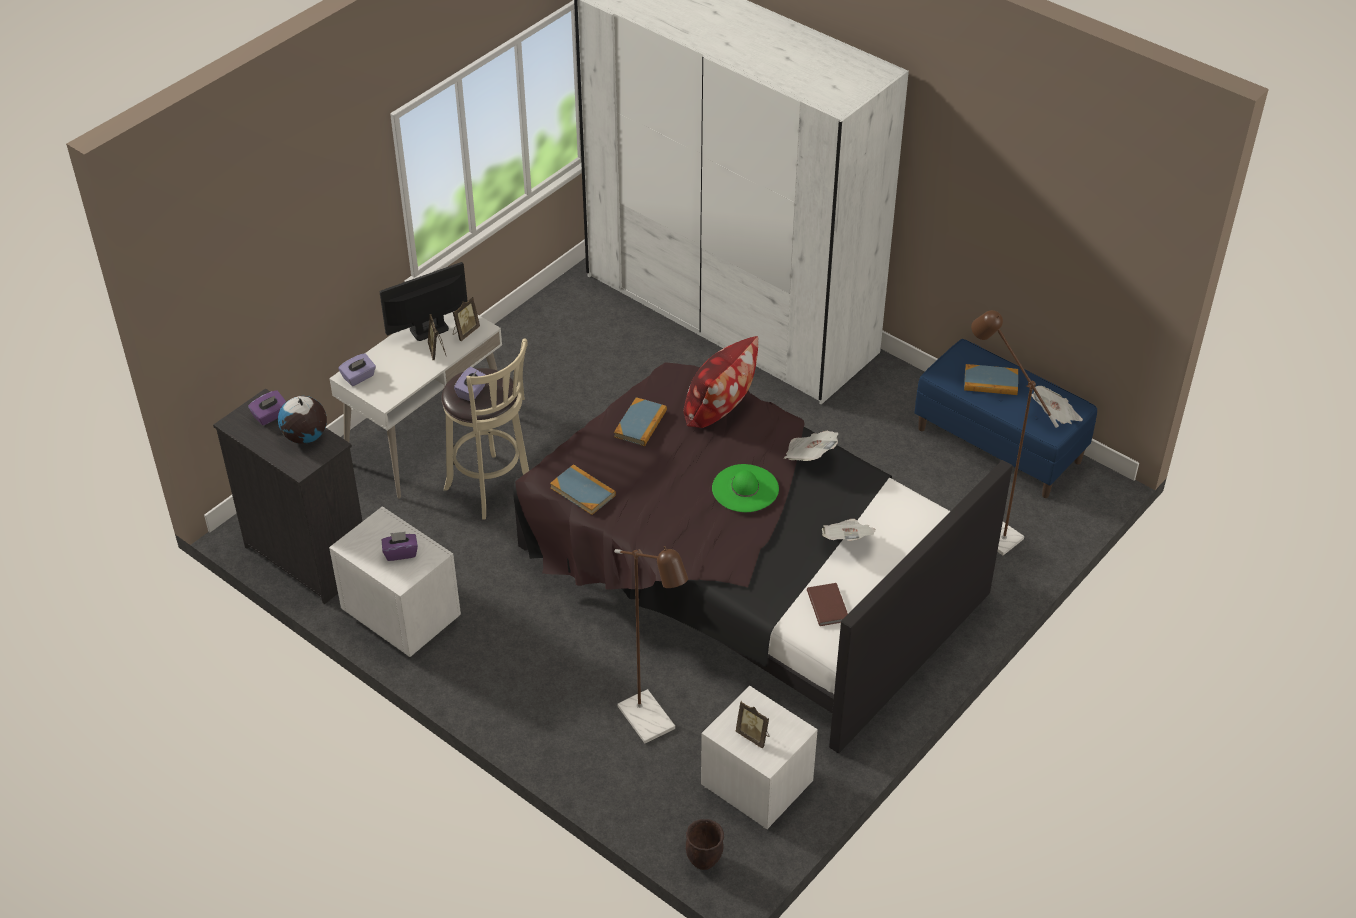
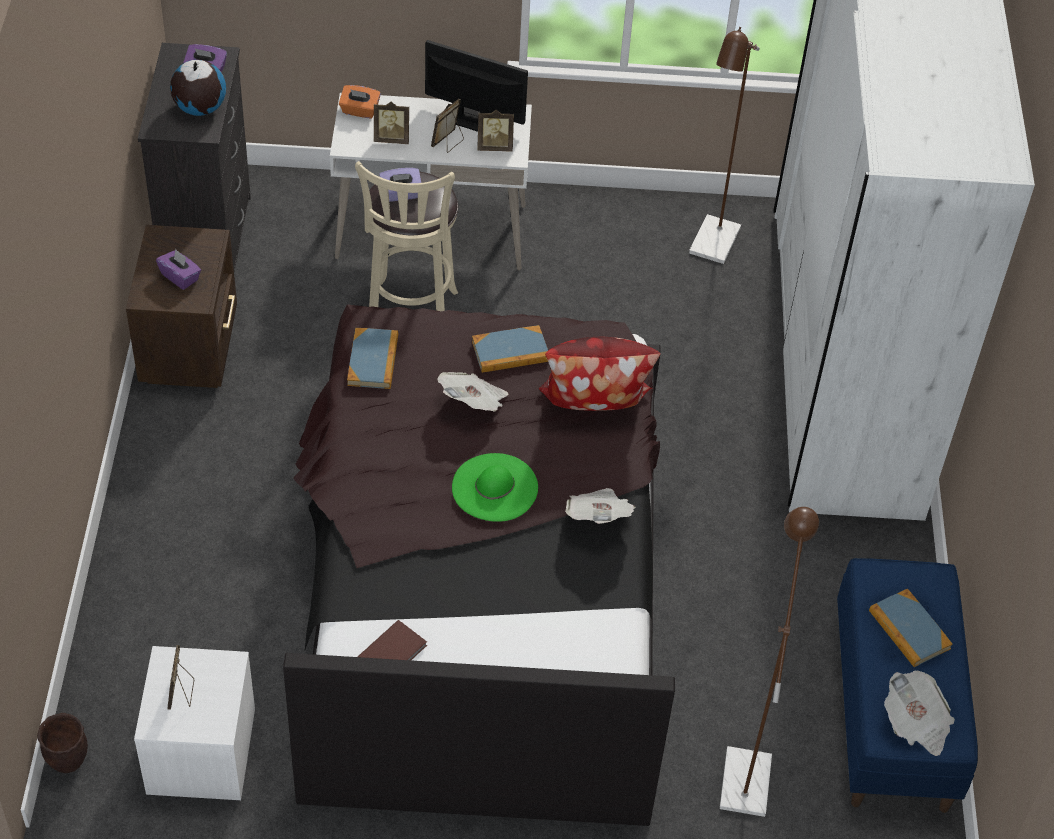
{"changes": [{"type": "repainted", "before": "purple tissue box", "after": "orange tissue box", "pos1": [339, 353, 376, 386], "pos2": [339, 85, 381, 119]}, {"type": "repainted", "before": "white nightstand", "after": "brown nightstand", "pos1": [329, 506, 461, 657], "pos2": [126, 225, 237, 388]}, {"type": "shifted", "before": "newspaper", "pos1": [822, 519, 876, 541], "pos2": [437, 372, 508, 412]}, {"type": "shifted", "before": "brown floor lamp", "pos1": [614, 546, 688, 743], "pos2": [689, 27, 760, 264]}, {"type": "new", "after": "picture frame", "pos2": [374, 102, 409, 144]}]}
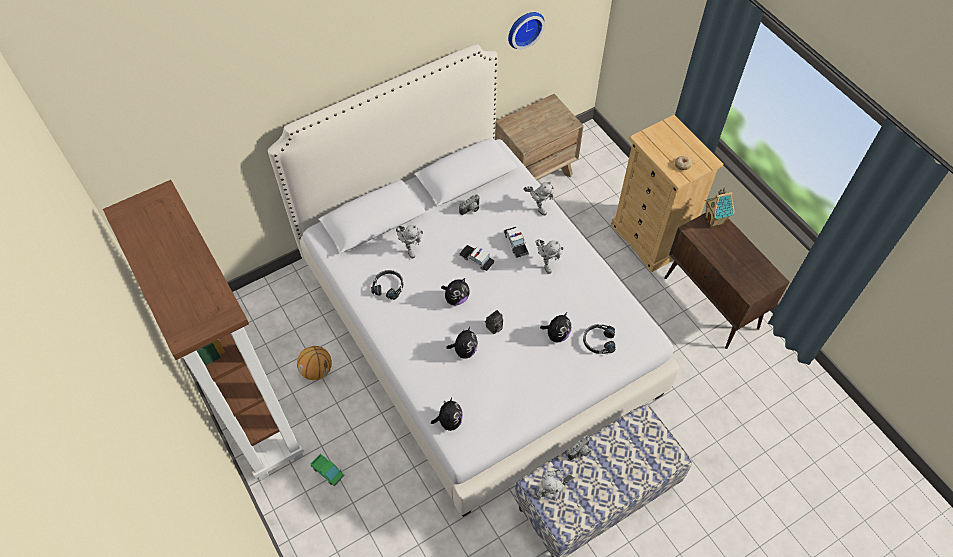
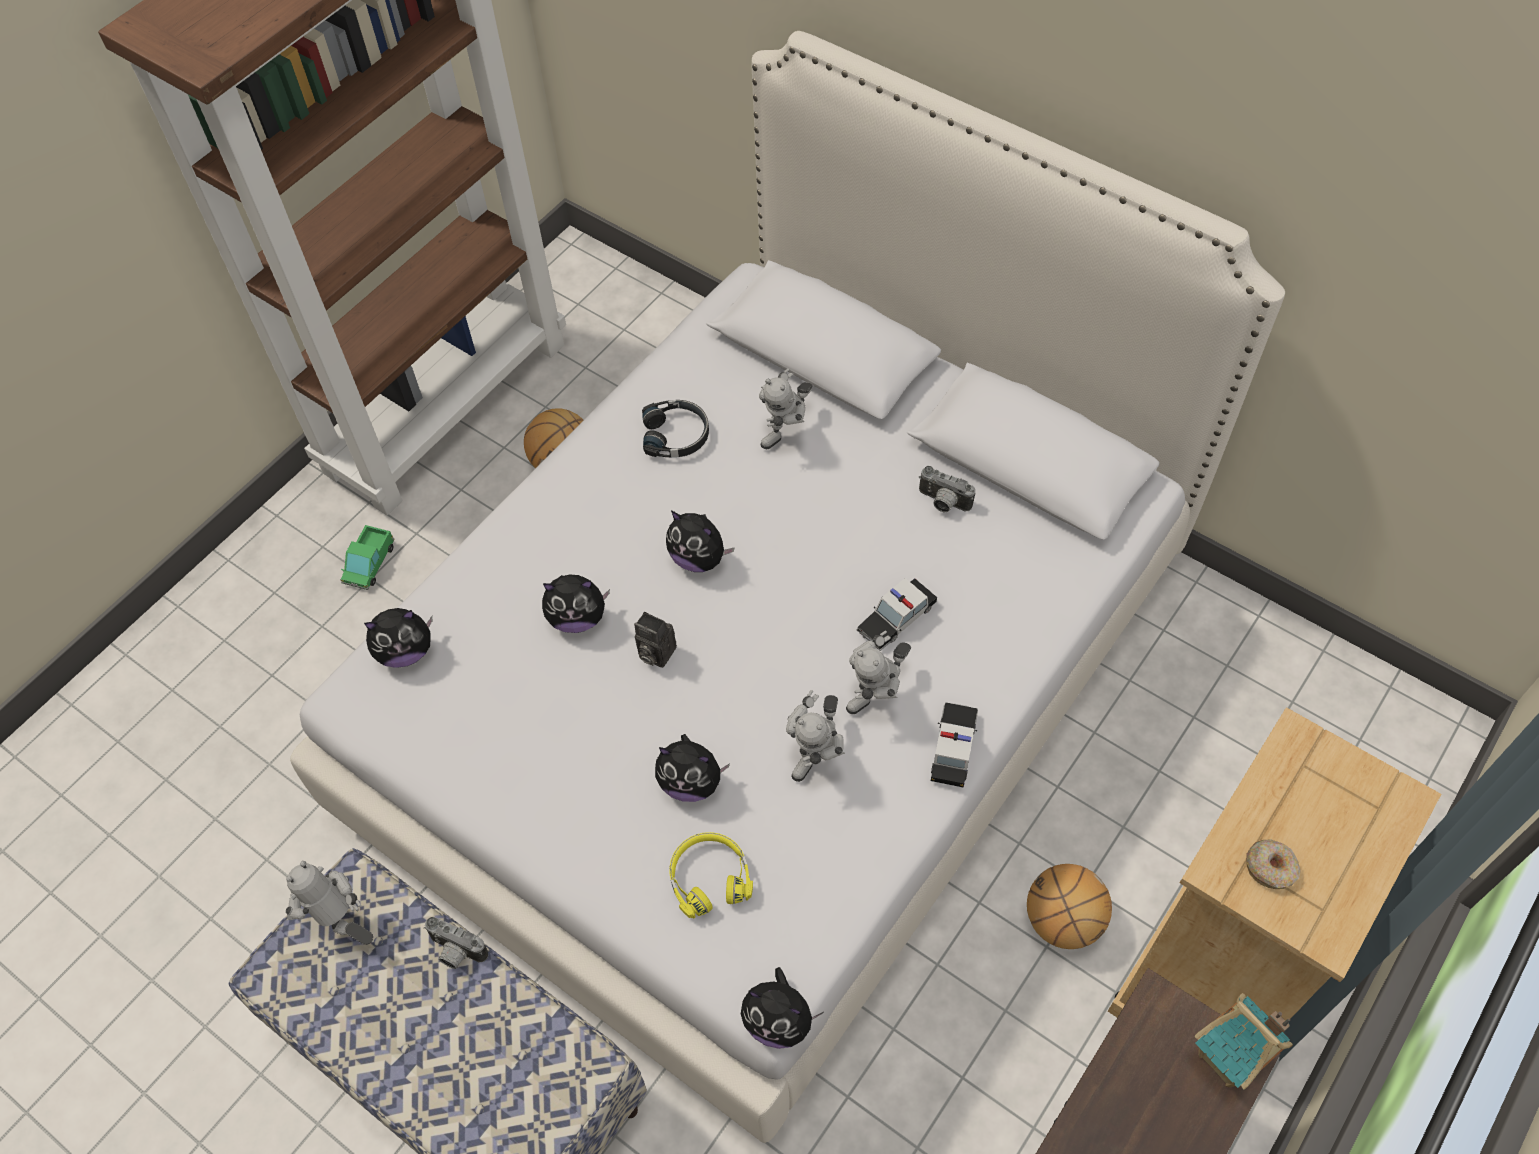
{"changes": [{"type": "gone", "before": "wall clock", "pos1": [508, 12, 545, 49]}, {"type": "gone", "before": "brown nightstand", "pos1": [495, 94, 584, 180]}, {"type": "shifted", "before": "toy robot", "pos1": [523, 182, 554, 216], "pos2": [786, 690, 845, 782]}, {"type": "shifted", "before": "toy car", "pos1": [459, 245, 494, 271], "pos2": [931, 702, 978, 788]}, {"type": "repainted", "before": "black headphones", "after": "yellow headphones", "pos1": [583, 324, 616, 354], "pos2": [670, 832, 753, 918]}, {"type": "new", "after": "basketball", "pos2": [1027, 864, 1112, 949]}, {"type": "new", "after": "plush toy", "pos2": [741, 967, 823, 1049]}]}
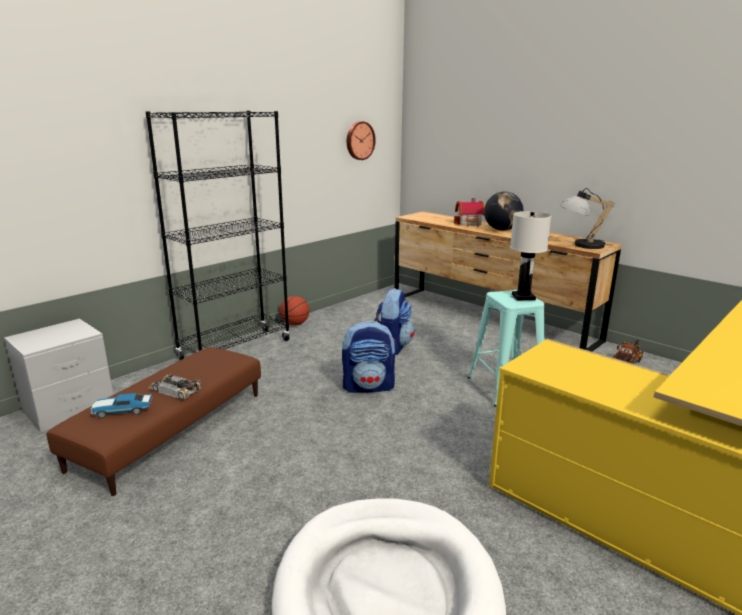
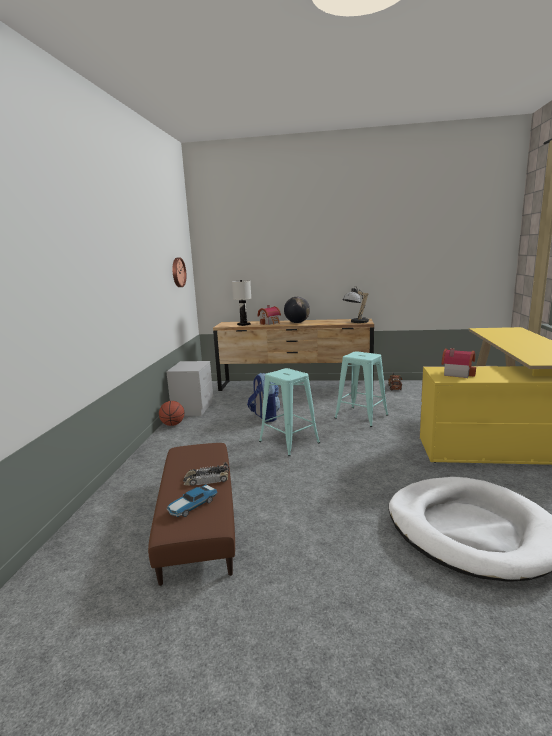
{"changes": [{"type": "gone", "before": "black bookcase", "pos1": [145, 111, 290, 360]}, {"type": "shifted", "before": "white table lamp", "pos1": [510, 211, 552, 300], "pos2": [232, 280, 251, 326]}, {"type": "shifted", "before": "grey nightstand", "pos1": [4, 319, 113, 432], "pos2": [166, 361, 213, 416]}, {"type": "swapped", "before": "backpack", "after": "turquoise stool", "pos1": [342, 321, 396, 393], "pos2": [259, 368, 320, 456]}, {"type": "new", "after": "toy house", "pos2": [441, 348, 476, 378]}]}
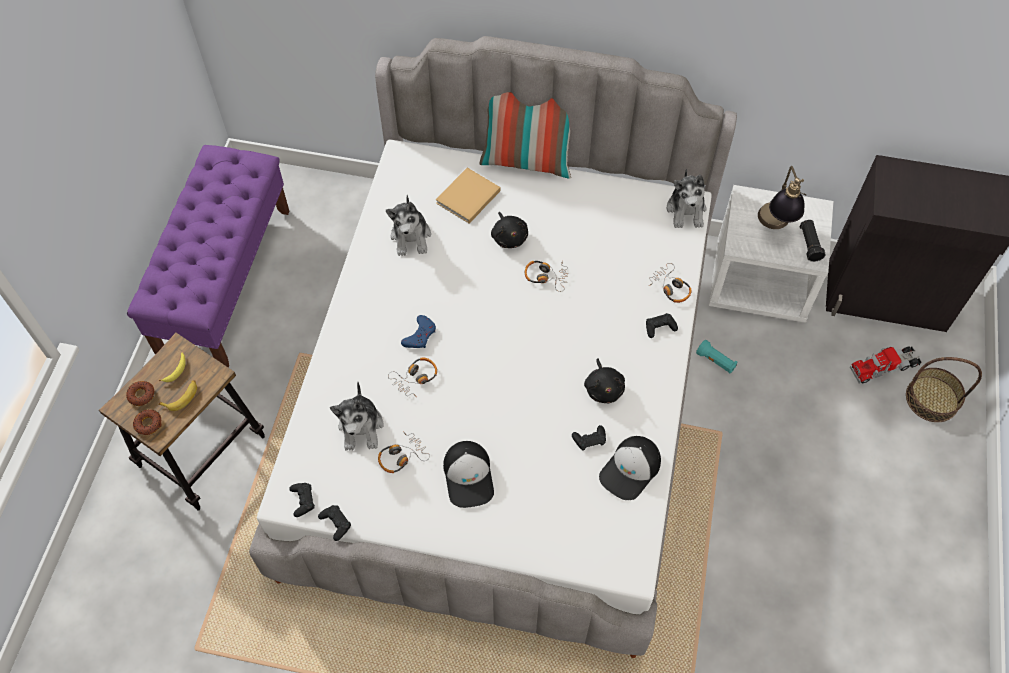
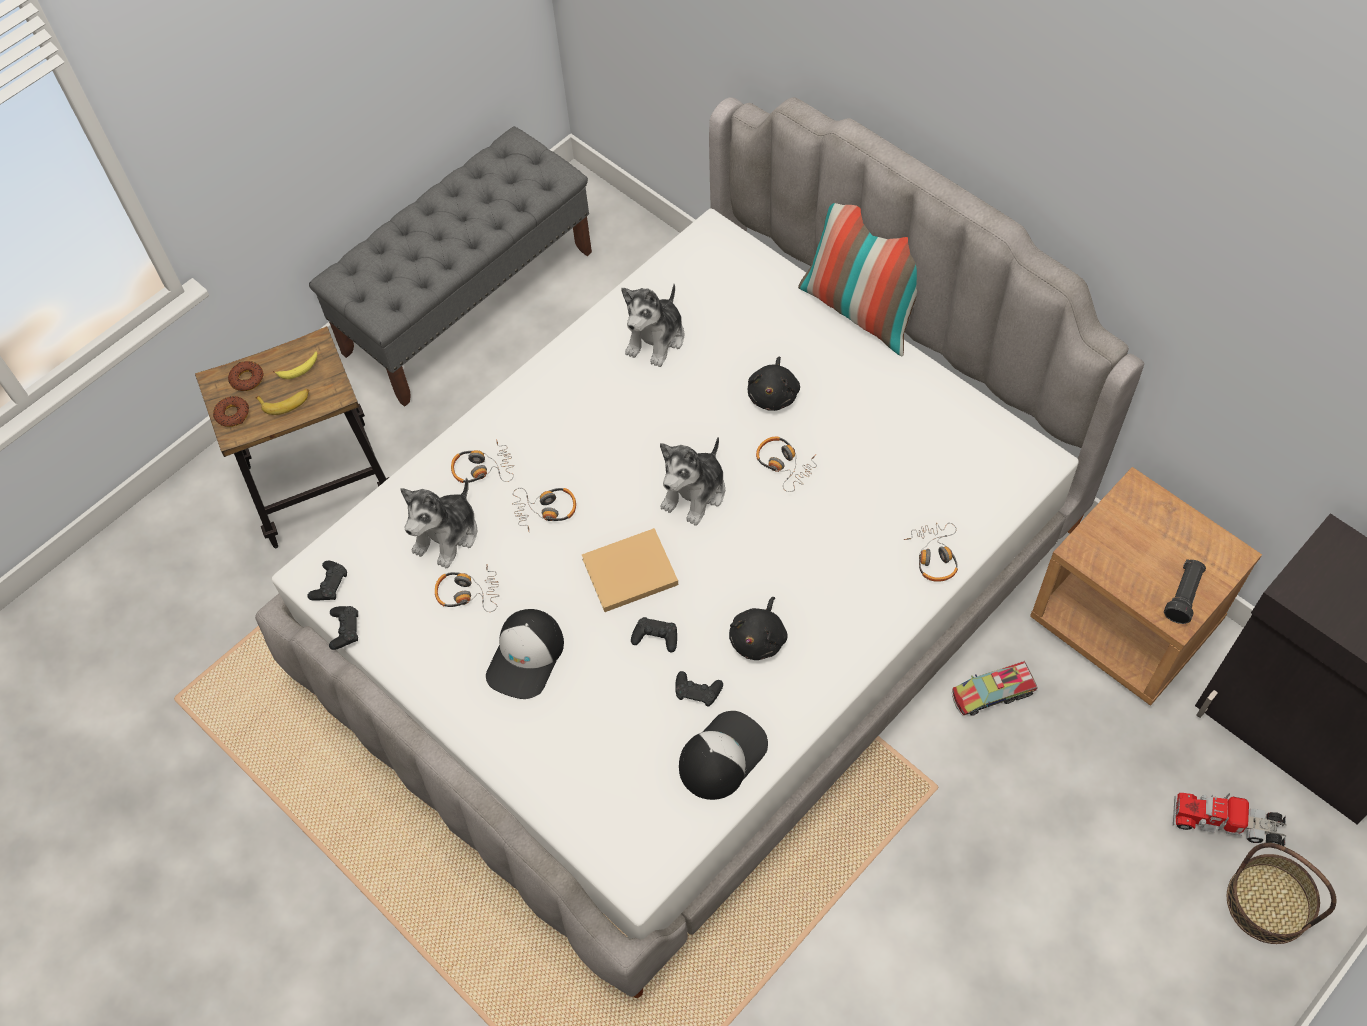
{"changes": [{"type": "repainted", "before": "purple bench", "after": "grey bench", "pos1": [127, 145, 289, 368], "pos2": [309, 126, 592, 407]}, {"type": "gone", "before": "table lamp", "pos1": [758, 166, 806, 229]}, {"type": "shifted", "before": "beige book", "pos1": [436, 168, 500, 224], "pos2": [582, 528, 678, 612]}, {"type": "shifted", "before": "plush toy", "pos1": [667, 169, 707, 228], "pos2": [660, 437, 725, 525]}, {"type": "repainted", "before": "white nightstand", "after": "brown nightstand", "pos1": [709, 185, 833, 323], "pos2": [1030, 467, 1262, 706]}, {"type": "shifted", "before": "black game controller", "pos1": [646, 313, 678, 338], "pos2": [631, 617, 677, 653]}, {"type": "gone", "before": "blue game controller", "pos1": [401, 315, 436, 348]}, {"type": "swapped", "before": "turquoise flashlight", "after": "toy truck", "pos1": [696, 340, 737, 373], "pos2": [951, 661, 1038, 716]}, {"type": "rotated", "before": "cap", "pos1": [599, 436, 661, 500], "pos2": [679, 711, 768, 800], "turn": 150}, {"type": "new", "after": "headphones", "pos2": [451, 439, 514, 483]}]}
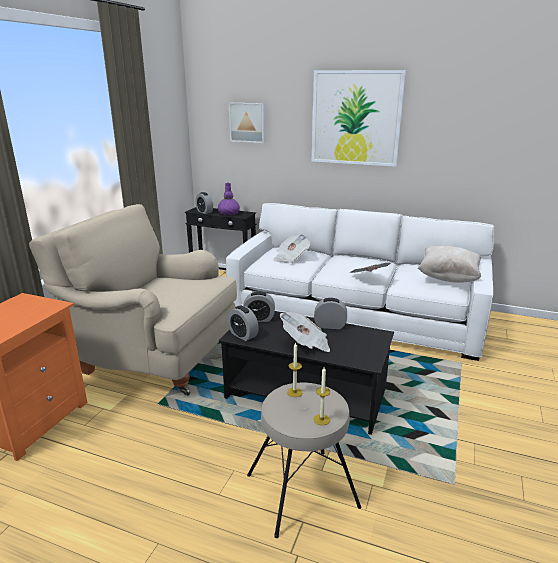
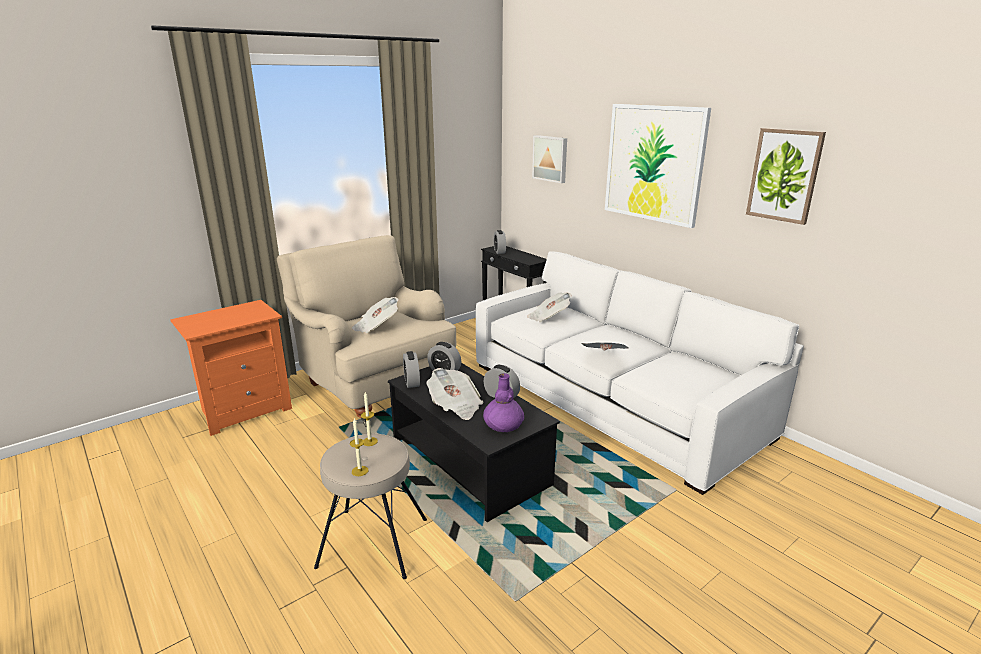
{"changes": [{"type": "shifted", "before": "purple vase", "pos1": [218, 183, 240, 215], "pos2": [483, 373, 524, 433]}, {"type": "gone", "before": "beige pillow", "pos1": [417, 246, 481, 283]}, {"type": "new", "after": "picture", "pos2": [746, 128, 826, 225]}, {"type": "new", "after": "newspaper", "pos2": [352, 297, 399, 333]}]}
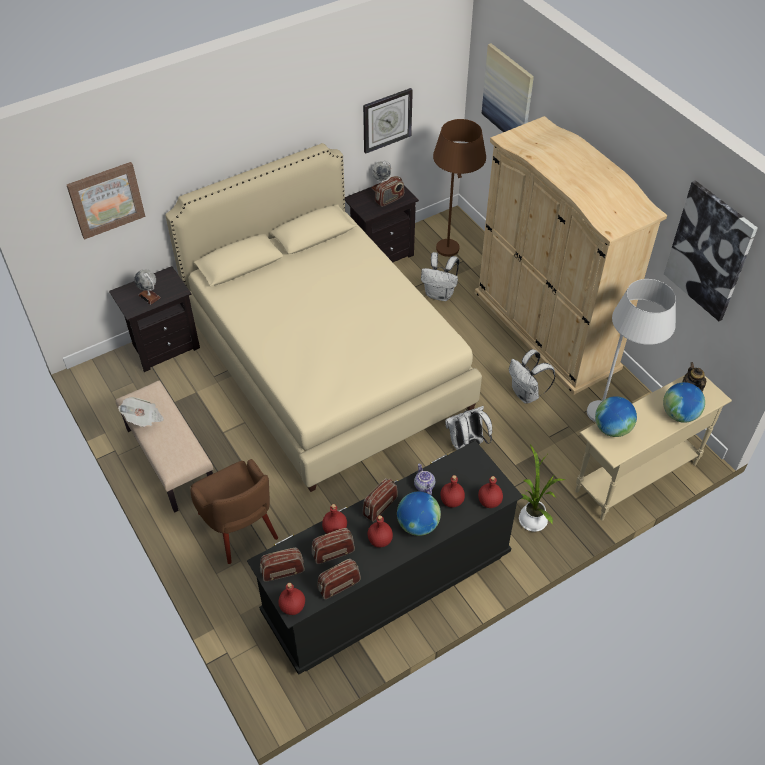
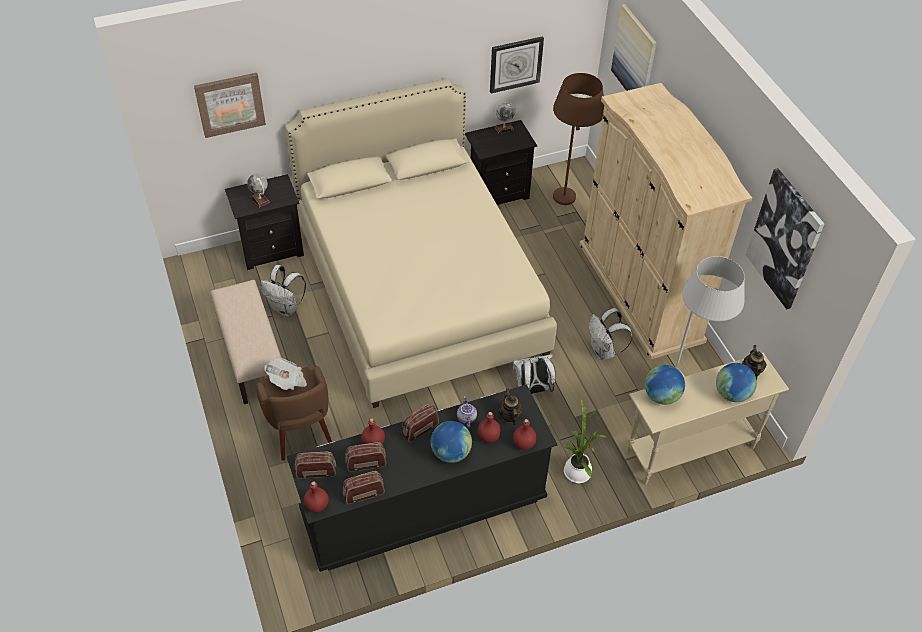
{"changes": [{"type": "gone", "before": "radio", "pos1": [375, 176, 404, 207]}, {"type": "shifted", "before": "white backpack", "pos1": [421, 252, 460, 301], "pos2": [260, 265, 306, 316]}, {"type": "shifted", "before": "newspaper", "pos1": [118, 397, 164, 427], "pos2": [264, 357, 307, 390]}, {"type": "gone", "before": "red bottle", "pos1": [368, 515, 393, 548]}, {"type": "new", "after": "teapot", "pos2": [498, 389, 523, 425]}]}
